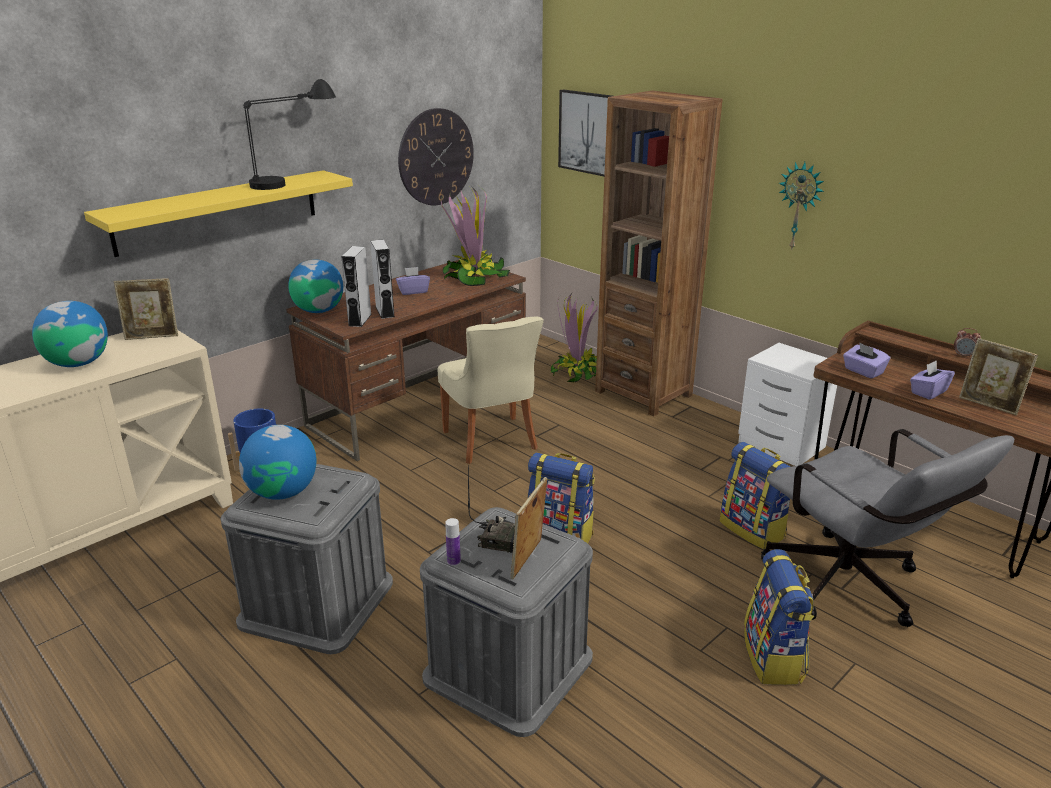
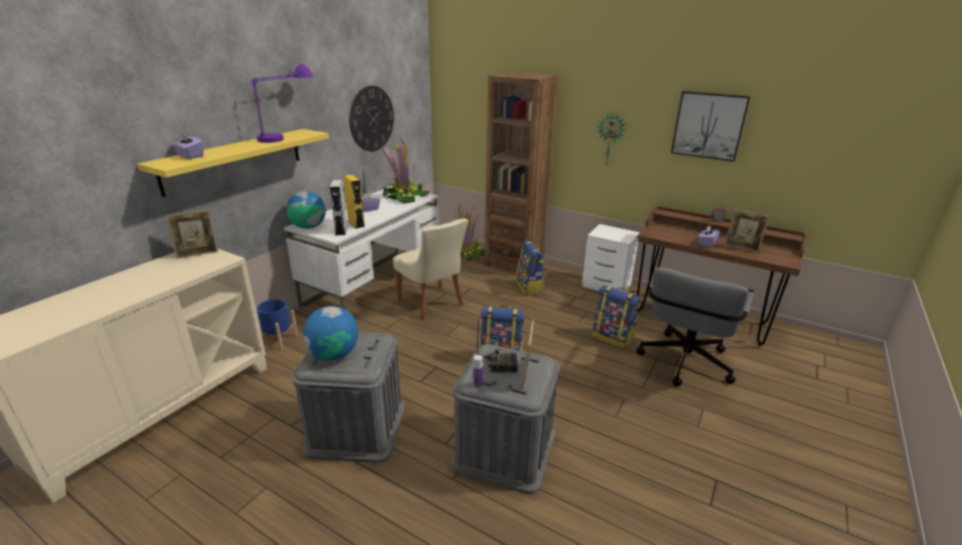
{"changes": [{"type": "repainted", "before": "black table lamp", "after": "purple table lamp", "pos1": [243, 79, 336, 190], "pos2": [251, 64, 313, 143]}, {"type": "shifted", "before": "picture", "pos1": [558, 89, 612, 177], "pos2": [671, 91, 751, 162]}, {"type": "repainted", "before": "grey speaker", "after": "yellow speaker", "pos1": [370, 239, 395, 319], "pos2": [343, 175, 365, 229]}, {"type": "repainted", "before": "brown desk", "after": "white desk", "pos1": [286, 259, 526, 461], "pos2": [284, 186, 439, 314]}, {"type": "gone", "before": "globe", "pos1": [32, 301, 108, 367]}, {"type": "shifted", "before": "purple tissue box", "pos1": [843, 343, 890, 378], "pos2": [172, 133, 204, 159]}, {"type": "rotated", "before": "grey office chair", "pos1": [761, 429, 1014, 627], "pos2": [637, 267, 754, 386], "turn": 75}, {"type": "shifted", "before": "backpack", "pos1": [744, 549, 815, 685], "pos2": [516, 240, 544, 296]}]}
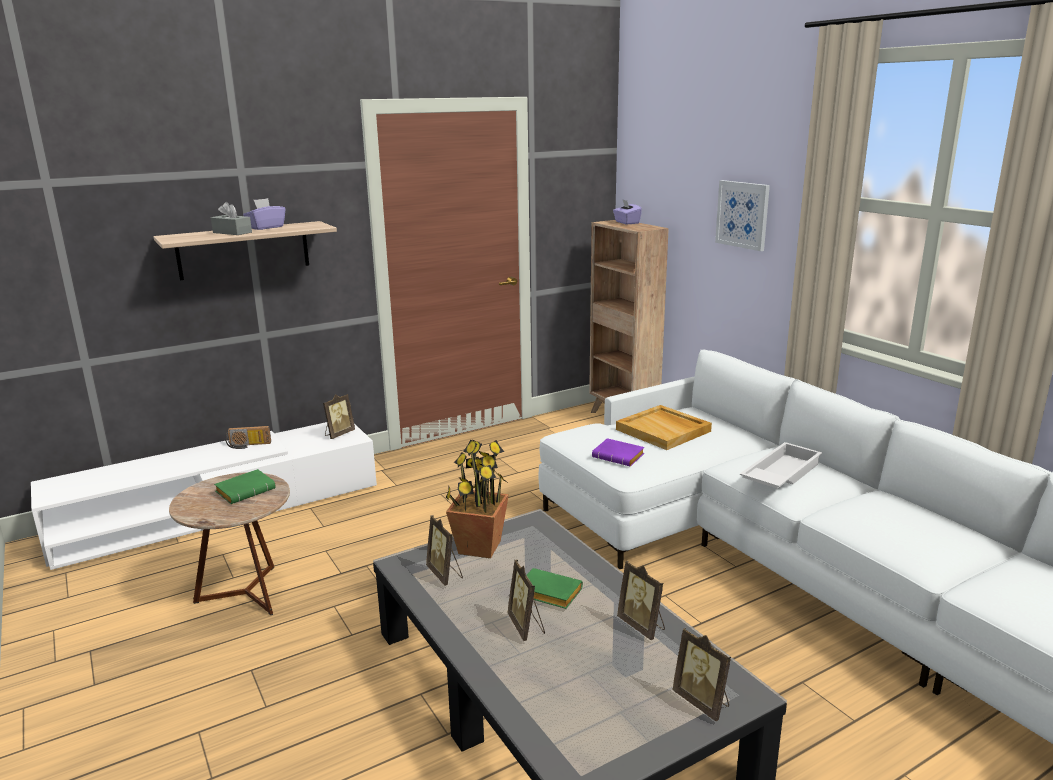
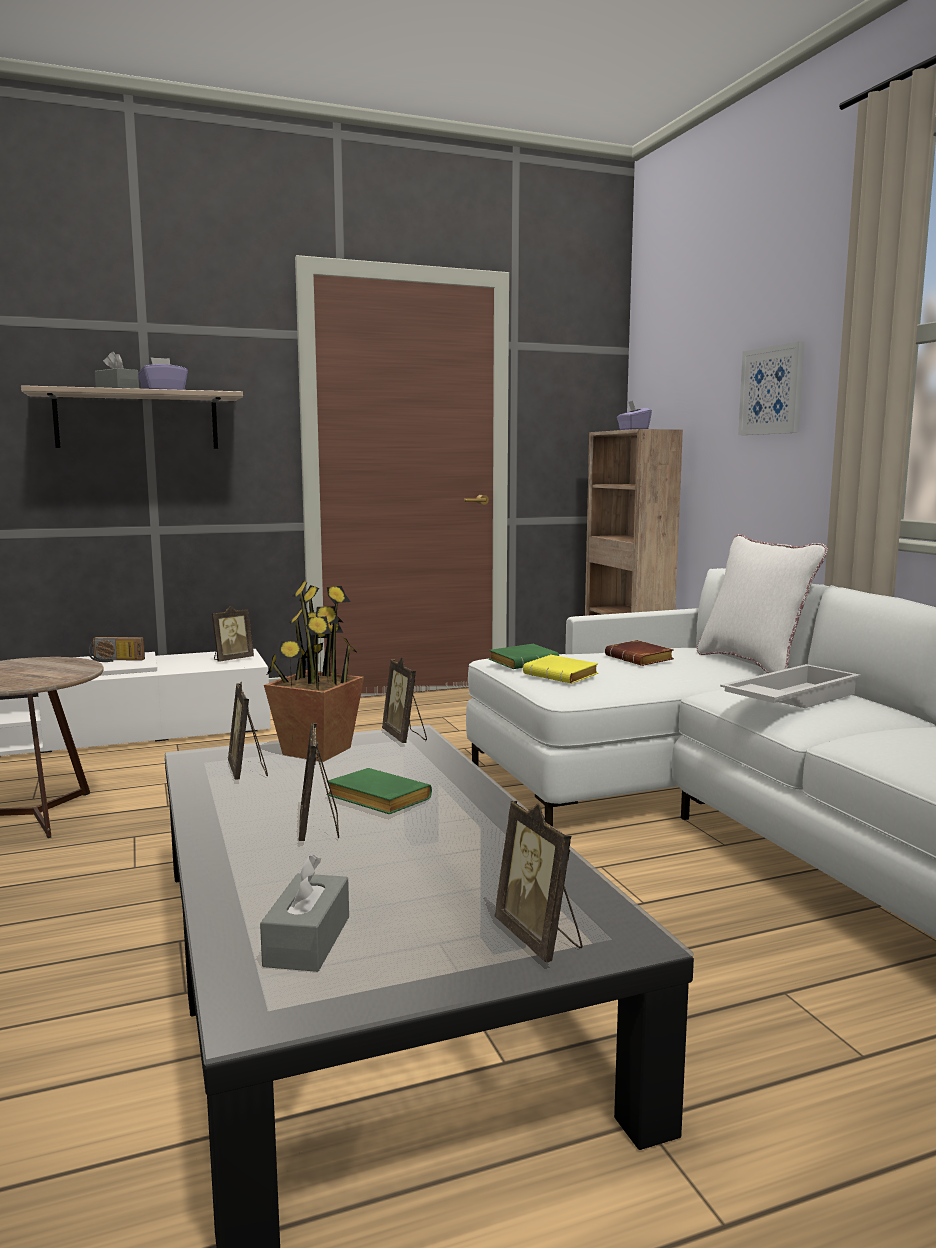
{"changes": [{"type": "swapped", "before": "beige tray", "after": "brown book", "pos1": [616, 405, 712, 450], "pos2": [605, 640, 674, 666]}, {"type": "repainted", "before": "purple book", "after": "yellow book", "pos1": [592, 438, 644, 466], "pos2": [523, 655, 598, 684]}, {"type": "shifted", "before": "green book", "pos1": [214, 469, 276, 504], "pos2": [489, 644, 559, 669]}, {"type": "shifted", "before": "picture frame", "pos1": [617, 561, 665, 640], "pos2": [382, 657, 427, 743]}, {"type": "new", "after": "white pillow", "pos2": [697, 534, 828, 673]}, {"type": "new", "after": "grey tissue box", "pos2": [260, 855, 349, 972]}]}
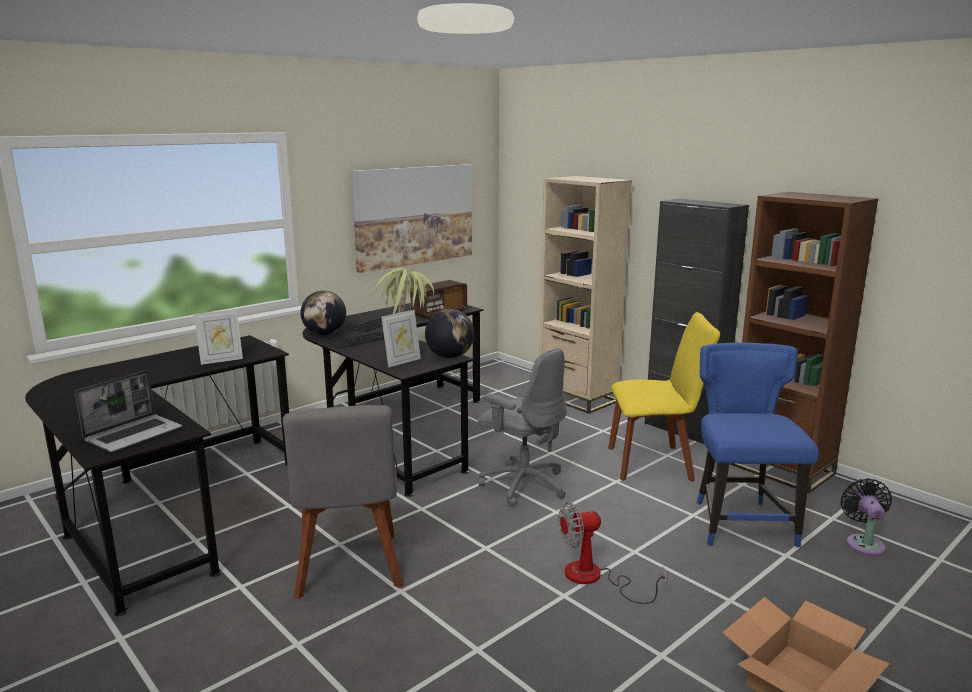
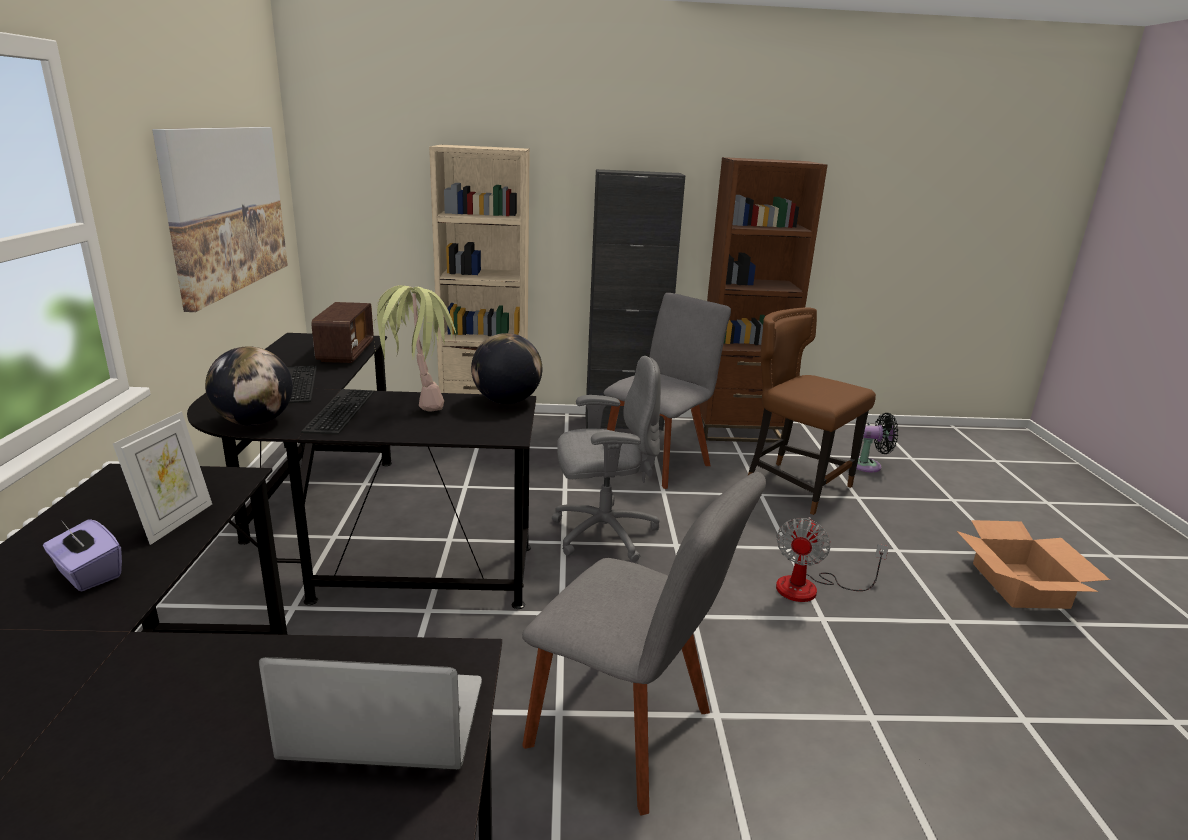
{"changes": [{"type": "gone", "before": "picture frame", "pos1": [381, 310, 421, 368]}, {"type": "repainted", "before": "yellow chair", "after": "grey chair", "pos1": [608, 312, 720, 482], "pos2": [604, 293, 731, 489]}, {"type": "repainted", "before": "blue chair", "after": "brown chair", "pos1": [697, 343, 819, 547], "pos2": [748, 307, 876, 515]}, {"type": "rotated", "before": "laptop", "pos1": [75, 370, 182, 452], "pos2": [259, 657, 482, 770], "turn": -75}, {"type": "rotated", "before": "black fan", "pos1": [841, 478, 892, 556], "pos2": [856, 413, 898, 472], "turn": 135}, {"type": "new", "after": "purple tissue box", "pos2": [43, 519, 122, 591]}]}
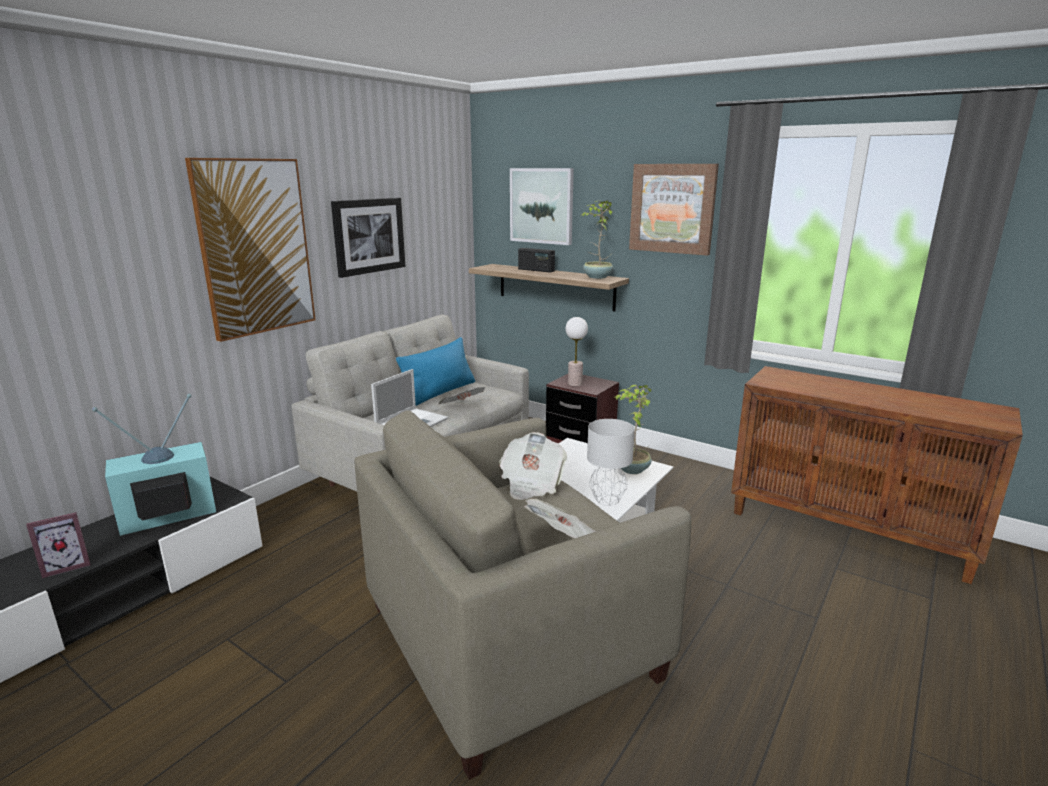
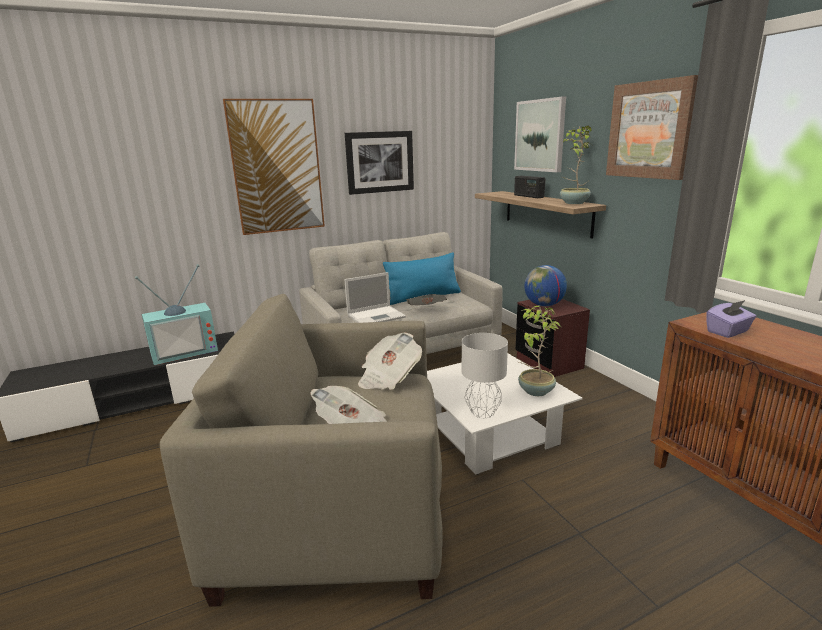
{"changes": [{"type": "swapped", "before": "table lamp", "after": "globe", "pos1": [565, 317, 588, 386], "pos2": [524, 265, 567, 306]}, {"type": "rotated", "before": "television", "pos1": [92, 394, 216, 536], "pos2": [135, 264, 218, 365], "turn": 150}, {"type": "gone", "before": "picture frame", "pos1": [26, 512, 91, 578]}, {"type": "new", "after": "purple tissue box", "pos2": [706, 300, 756, 338]}]}
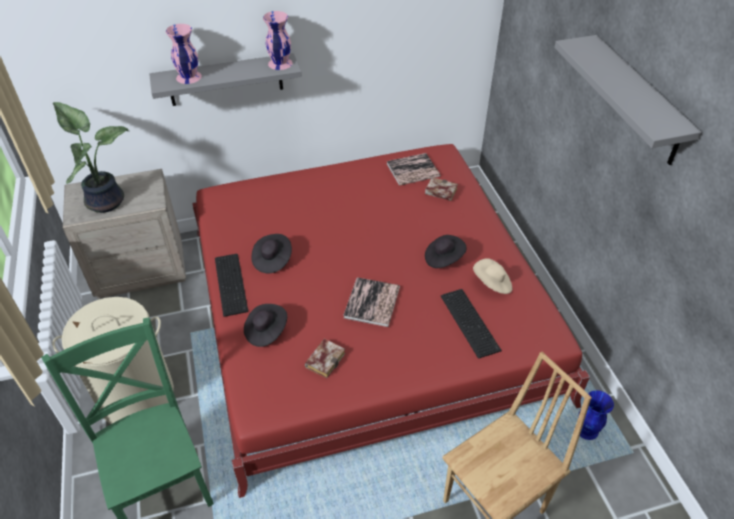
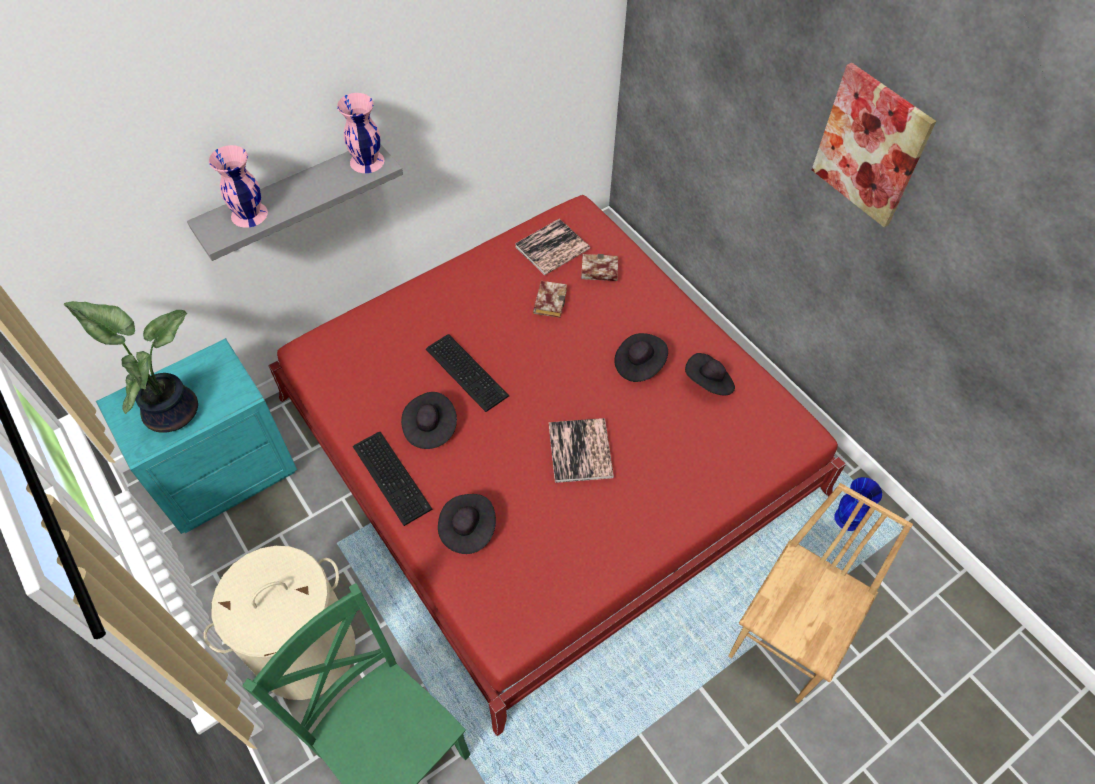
{"changes": [{"type": "swapped", "before": "grey shelf", "after": "picture", "pos1": [554, 35, 702, 165], "pos2": [812, 63, 936, 227]}, {"type": "repainted", "before": "beige nightstand", "after": "turquoise nightstand", "pos1": [63, 169, 186, 299], "pos2": [96, 338, 297, 534]}, {"type": "repainted", "before": "beige hat", "after": "black hat", "pos1": [473, 258, 512, 294], "pos2": [685, 353, 735, 396]}, {"type": "shifted", "before": "keyboard", "pos1": [441, 289, 502, 359], "pos2": [426, 334, 509, 412]}, {"type": "shifted", "before": "book", "pos1": [305, 339, 345, 378], "pos2": [533, 281, 567, 318]}]}
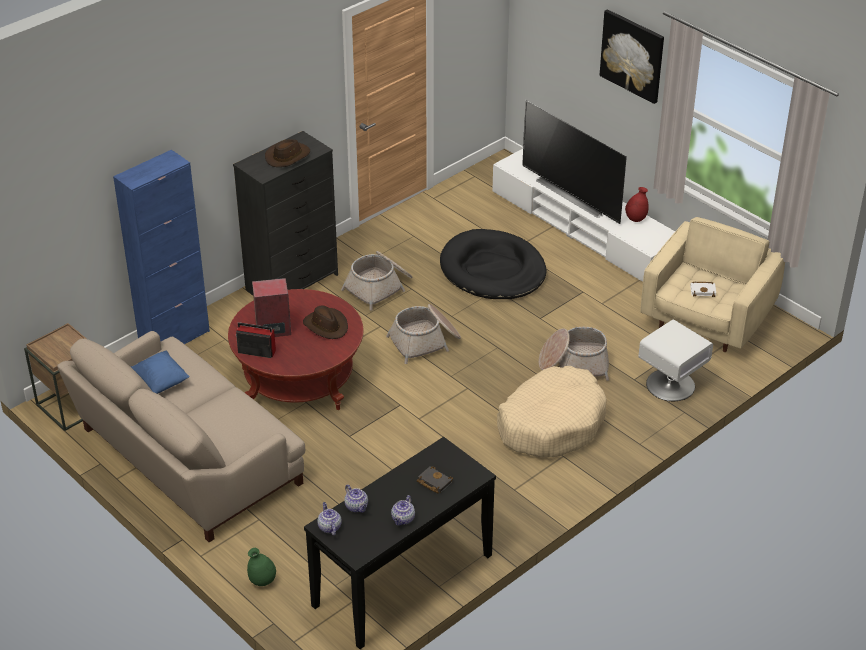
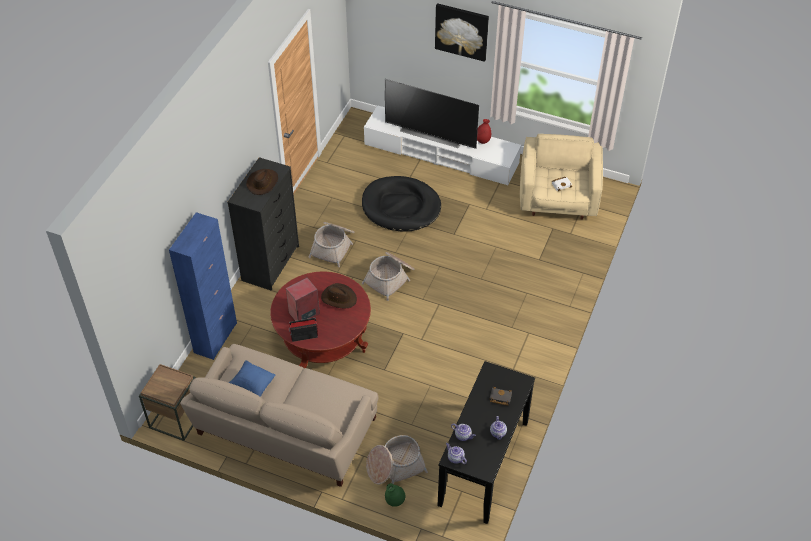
{"changes": [{"type": "gone", "before": "white nightstand", "pos1": [638, 319, 713, 401]}, {"type": "shifted", "before": "basket", "pos1": [539, 327, 609, 381], "pos2": [366, 435, 428, 484]}, {"type": "gone", "before": "beige dog bed", "pos1": [497, 366, 607, 457]}]}
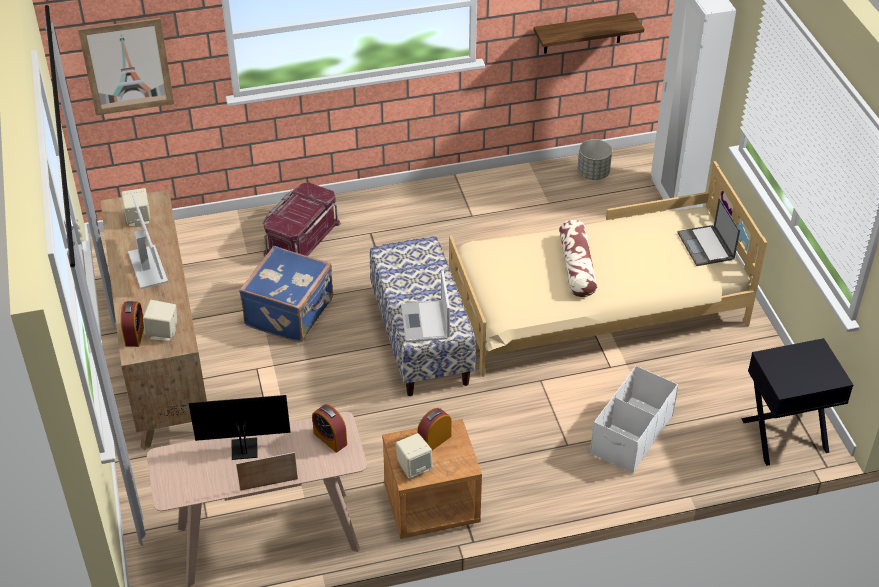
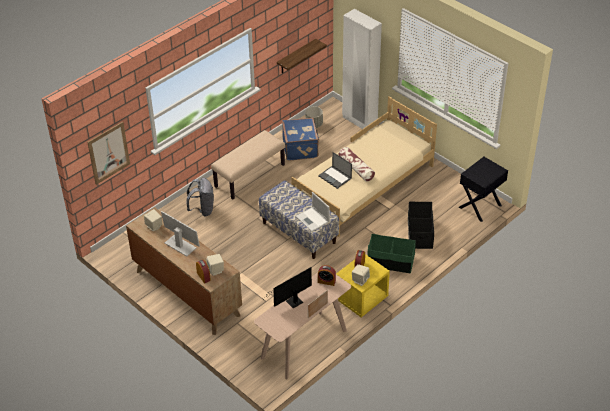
{"changes": [{"type": "swapped", "before": "red storage box", "after": "grey backpack", "pos1": [262, 182, 341, 257], "pos2": [186, 178, 214, 216]}, {"type": "shifted", "before": "laptop", "pos1": [678, 198, 740, 266], "pos2": [318, 152, 352, 189]}, {"type": "shifted", "before": "blue suitcase", "pos1": [239, 246, 333, 342], "pos2": [282, 118, 319, 160]}, {"type": "repainted", "before": "white storage box", "after": "black storage box", "pos1": [590, 366, 678, 473], "pos2": [408, 202, 434, 249]}, {"type": "repainted", "before": "brown nightstand", "after": "yellow nightstand", "pos1": [382, 419, 482, 539], "pos2": [336, 254, 390, 317]}, {"type": "new", "after": "beige bench", "pos2": [211, 130, 286, 200]}, {"type": "new", "after": "green storage box", "pos2": [367, 234, 416, 274]}]}
